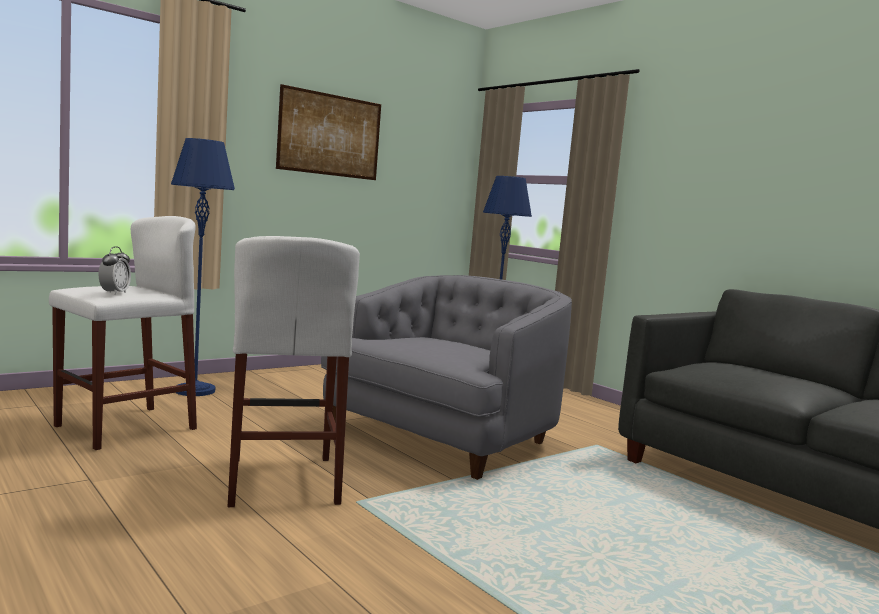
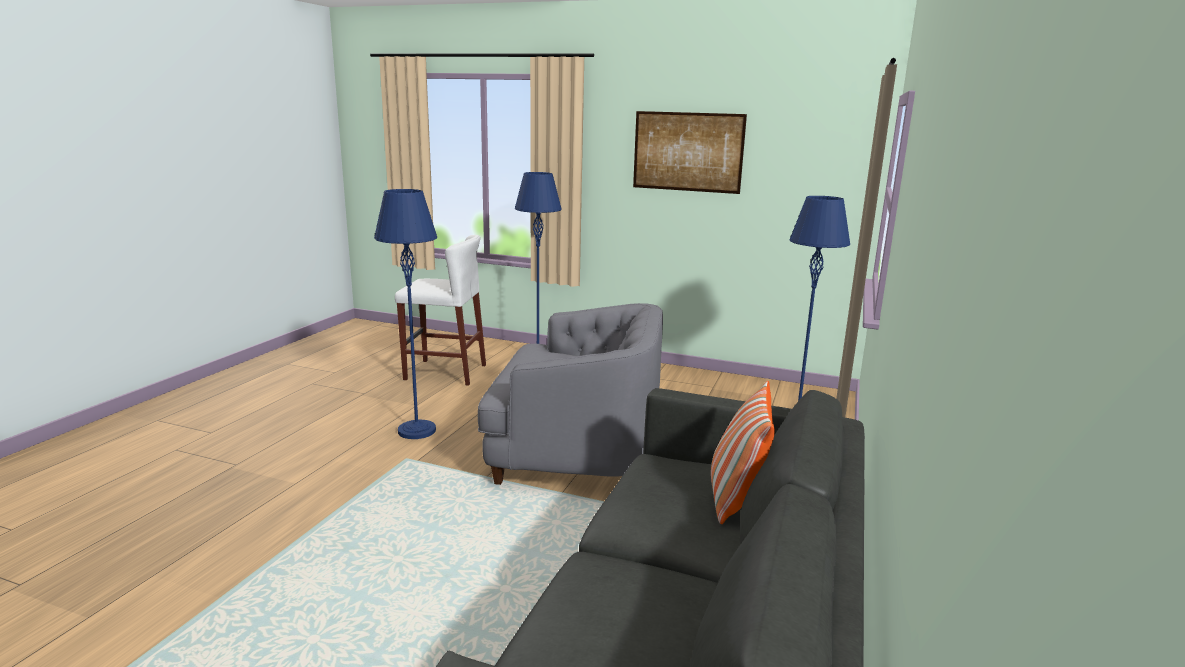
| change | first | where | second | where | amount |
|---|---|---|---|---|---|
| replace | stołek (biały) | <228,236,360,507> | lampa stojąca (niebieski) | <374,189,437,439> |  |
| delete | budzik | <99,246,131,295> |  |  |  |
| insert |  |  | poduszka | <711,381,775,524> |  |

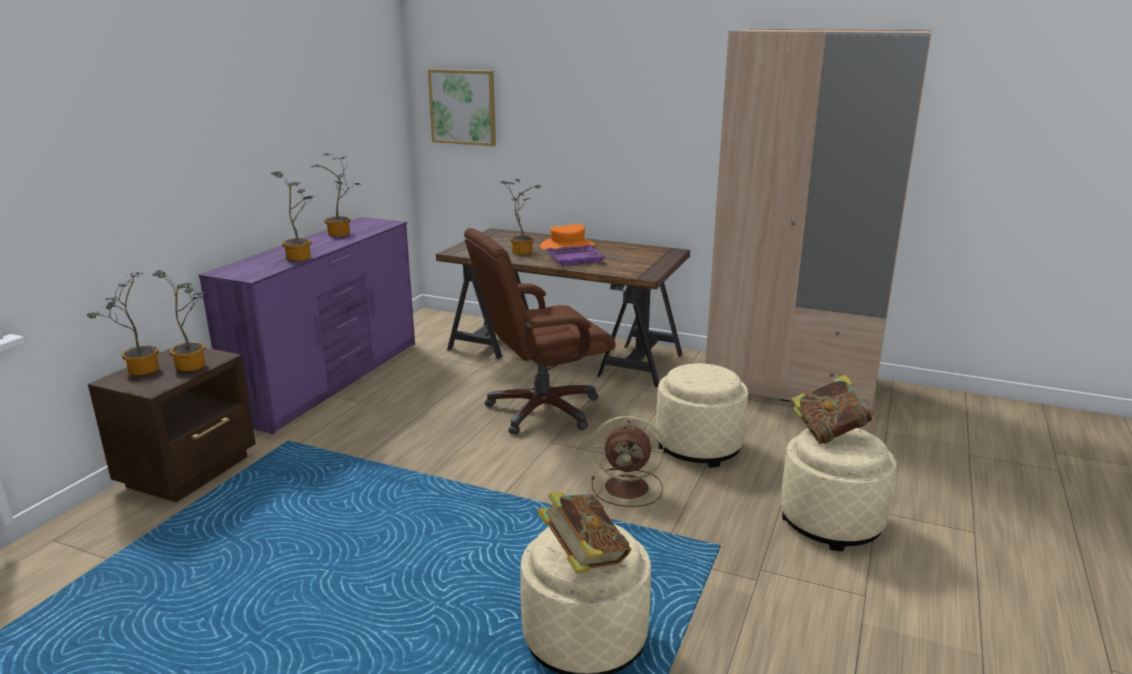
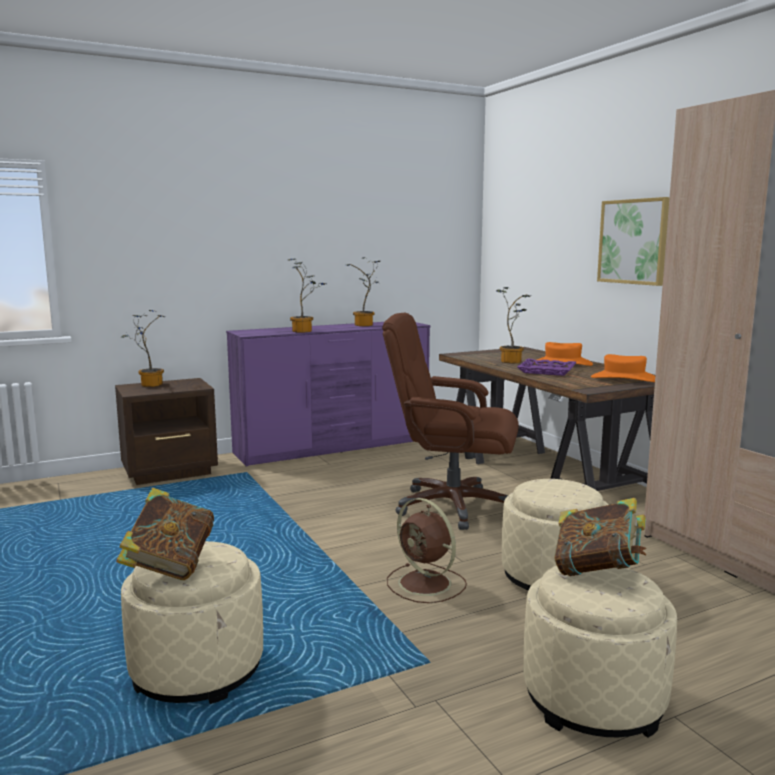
| change | first | where | second | where | amount |
|---|---|---|---|---|---|
| move | obraz | <428,69,496,146> |  | <597,197,670,286> |  |
| delete | roślina doniczkowa | <152,270,205,372> |  |  |  |
| insert |  |  | kapelusz (pomarańczowy) | <591,354,655,382> |  |

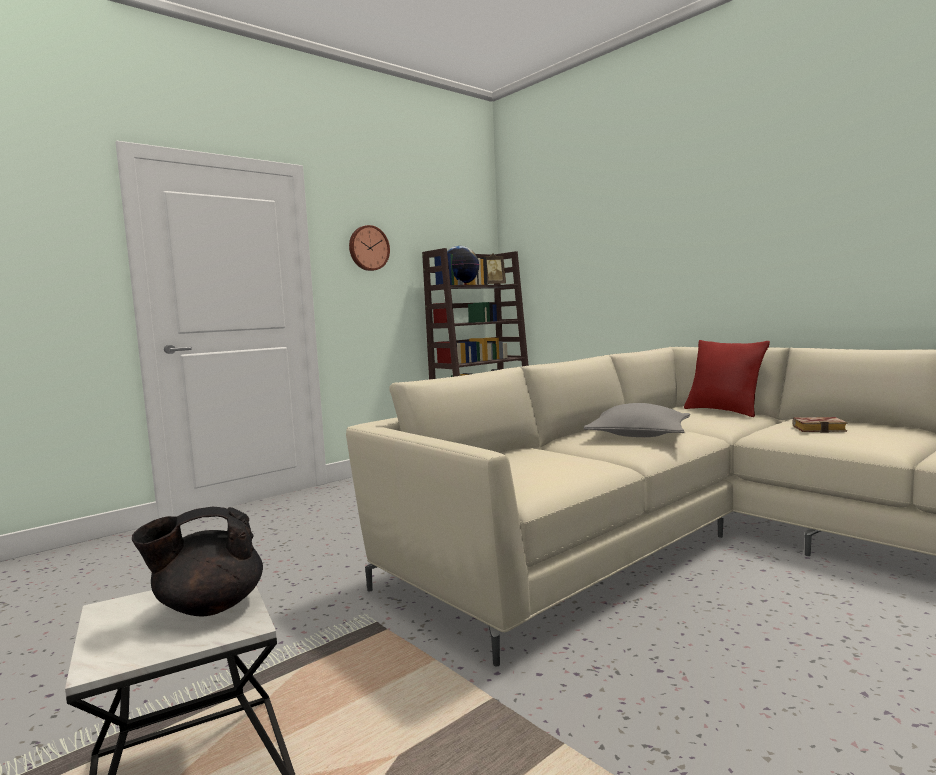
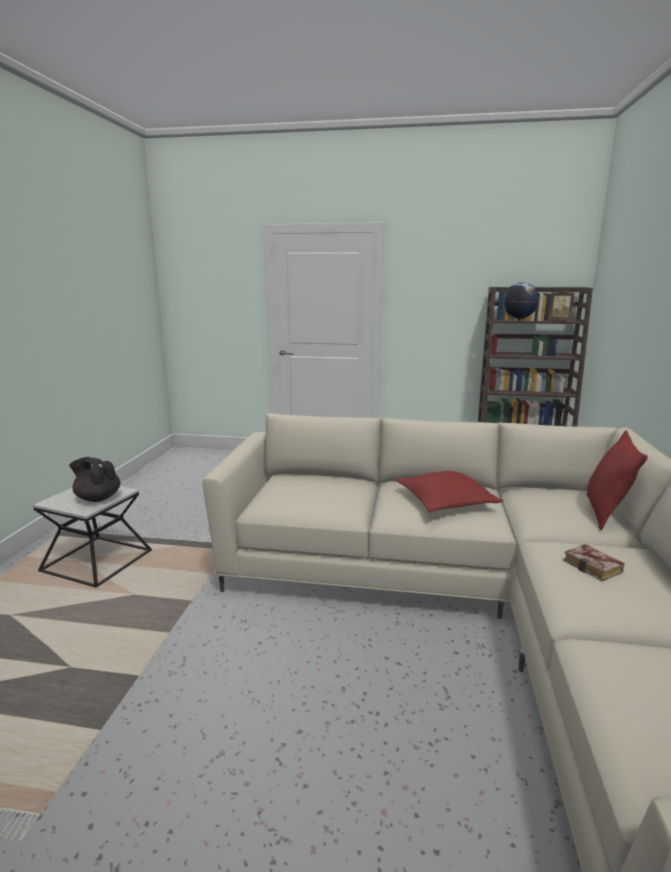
| change | first | where | second | where | amount |
|---|---|---|---|---|---|
| delete | zegar ścienny | <349,225,390,271> |  |  |  |
| recolor | poduszka (szary) | <584,403,690,437> | poduszka (czerwony) | <396,471,503,512> |  |

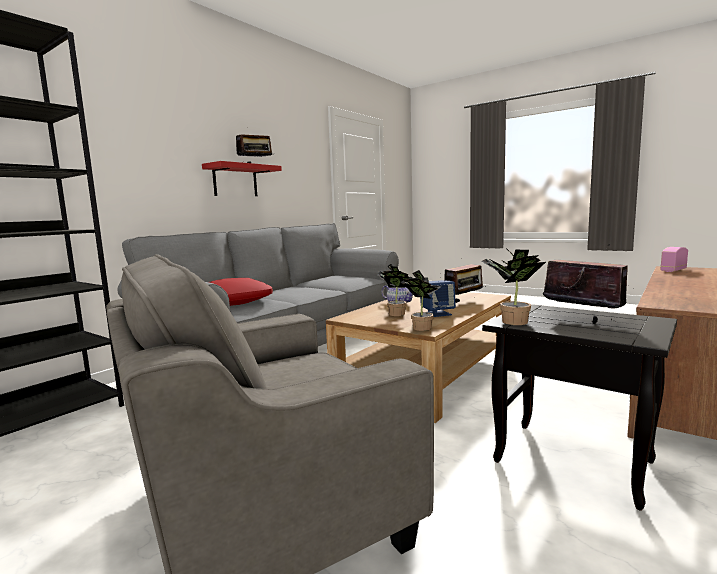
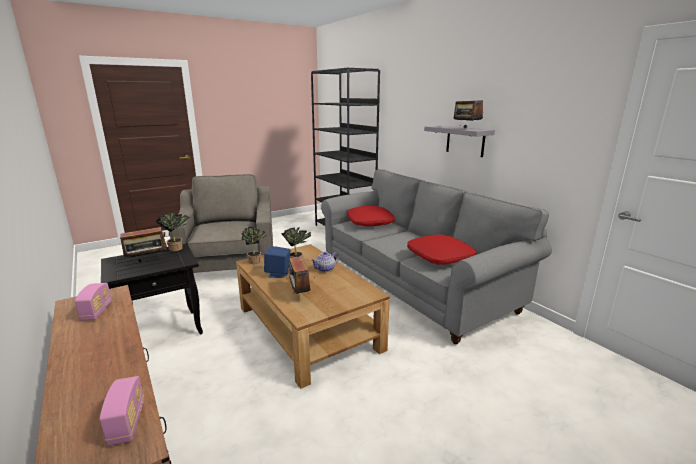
| change | first | where | second | where | amount |
|---|---|---|---|---|---|
| recolor | półka (czerwony) | <202,161,282,196> | półka (szary) | <424,125,495,157> |  |
| insert |  |  | poduszka (czerwony) | <407,234,476,265> |  |
| insert |  |  | radio | <75,283,112,321> |  |

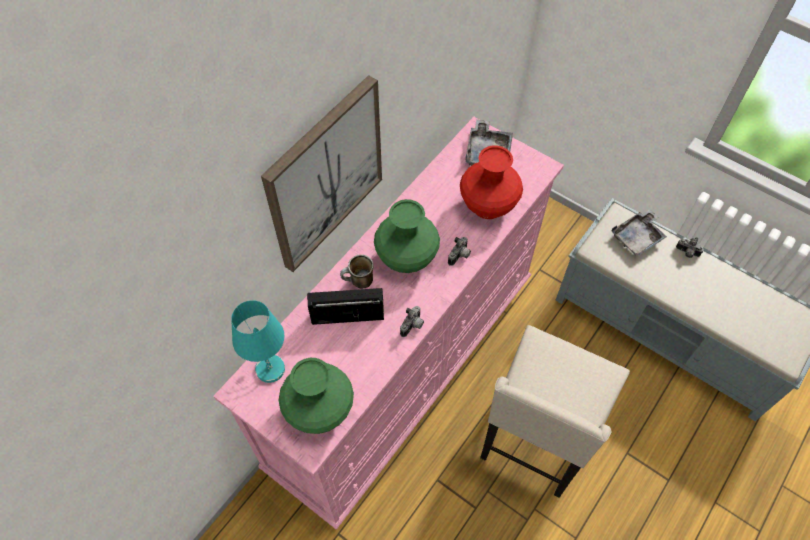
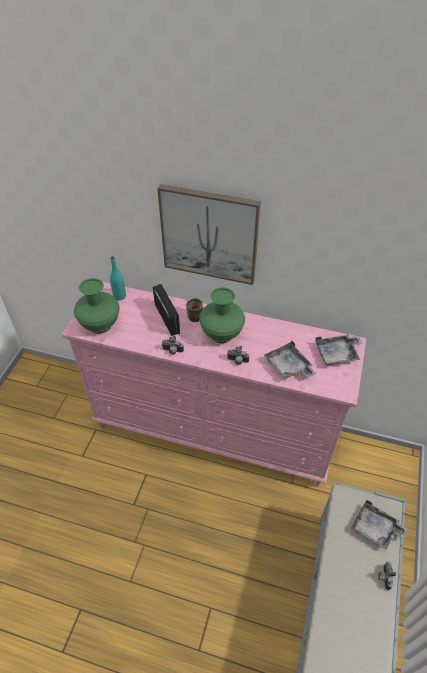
| change | first | where | second | where | amount |
|---|---|---|---|---|---|
| replace | wazon (czerwony) | <460,145,523,219> | taca (szary) | <264,340,316,379> |  |
| replace | lampa stołowa (turkusowy) | <231,300,285,383> | butelka (turkusowy) | <110,256,126,300> |  |
| delete | krzesło (beżowy) | <480,325,630,498> |  |  |  |

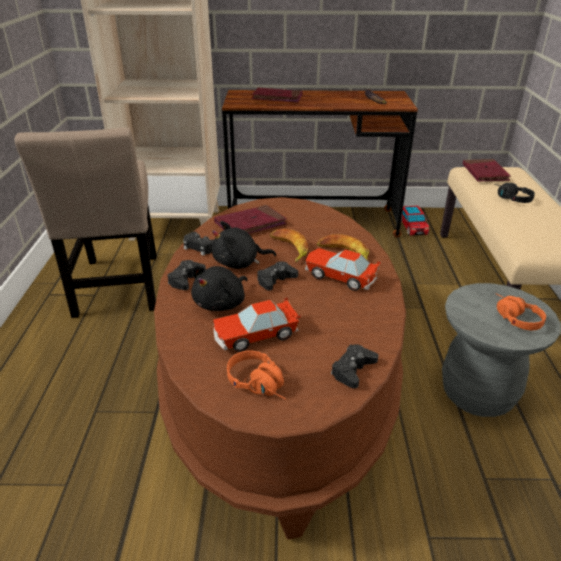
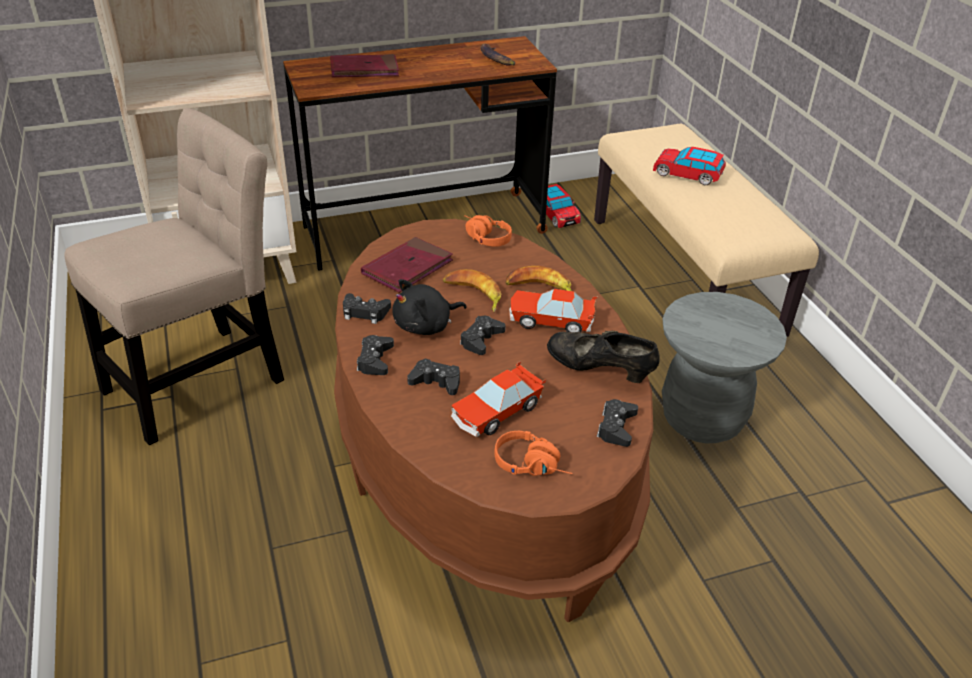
| change | first | where | second | where | amount |
|---|---|---|---|---|---|
| rotate | krzesło (beżowy) | <15,127,157,318> |  | <64,108,284,445> | 105 degrees counterclockwise |
| delete | książka (czerwony) | <463,159,511,182> |  |  |  |
| replace | słuchawki (czarny) | <494,183,535,203> | samochodzik | <653,147,726,185> |  |
| replace | pluszak (czarny) | <191,266,247,311> | pad do gier (czarny) | <407,358,460,395> |  |
| move | słuchawki (pomarańczowy) | <495,293,546,330> |  | <464,215,512,247> |  |
| insert |  |  | but (czarny) | <547,331,660,383> |  |

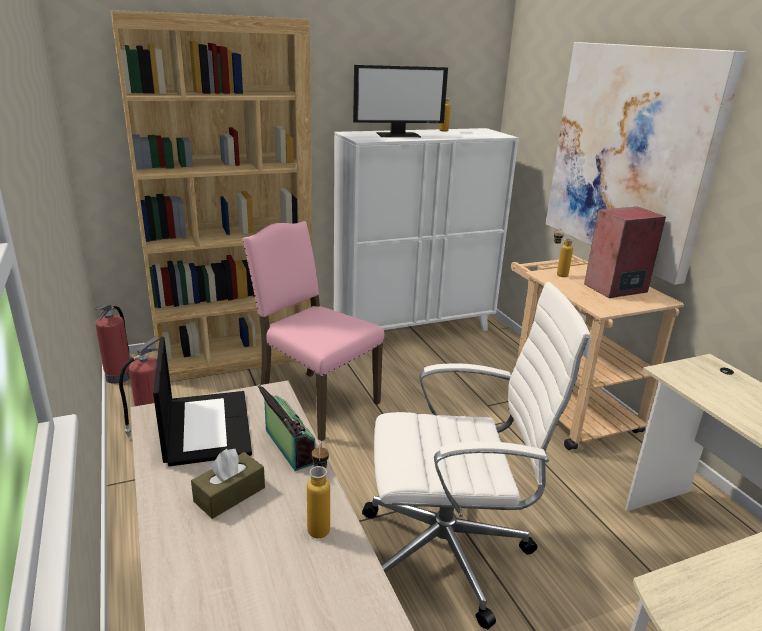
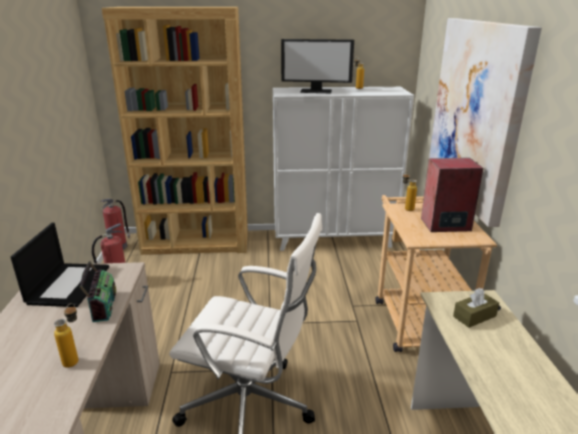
| change | first | where | second | where | amount |
|---|---|---|---|---|---|
| delete | krzesło (różowy) | <242,221,385,441> |  |  |  |
| move | pudełko chusteczek (brązowy) | <191,449,265,519> |  | <453,288,499,328> |  |

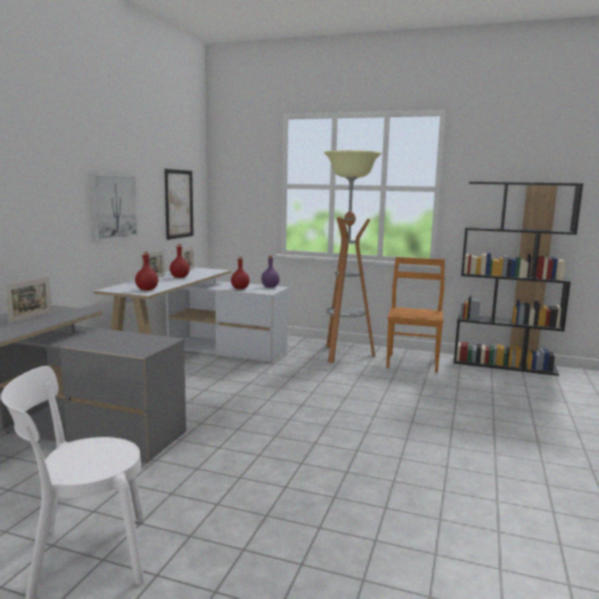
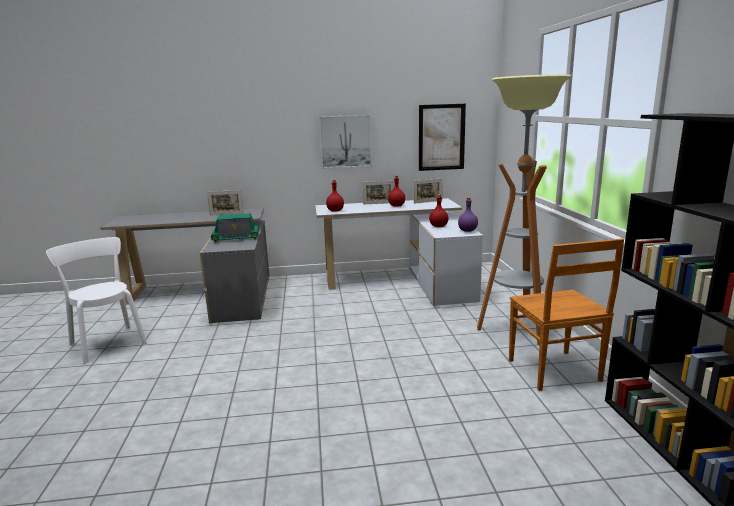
| change | first | where | second | where | amount |
|---|---|---|---|---|---|
| rotate | krzesło (brązowy) | <386,257,445,373> |  | <509,239,624,391> | 90 degrees clockwise |
| insert |  |  | radio | <211,213,259,242> |  |

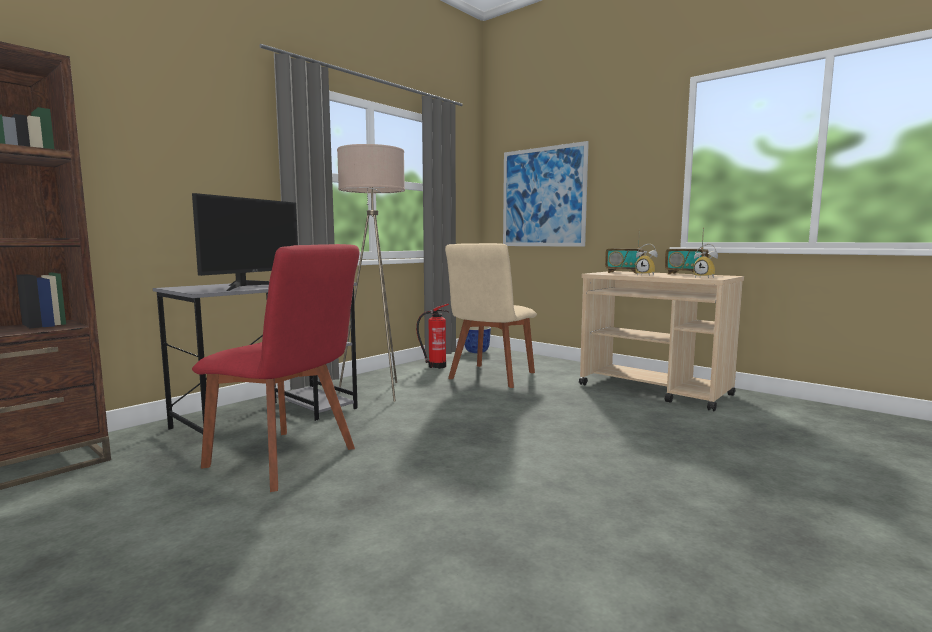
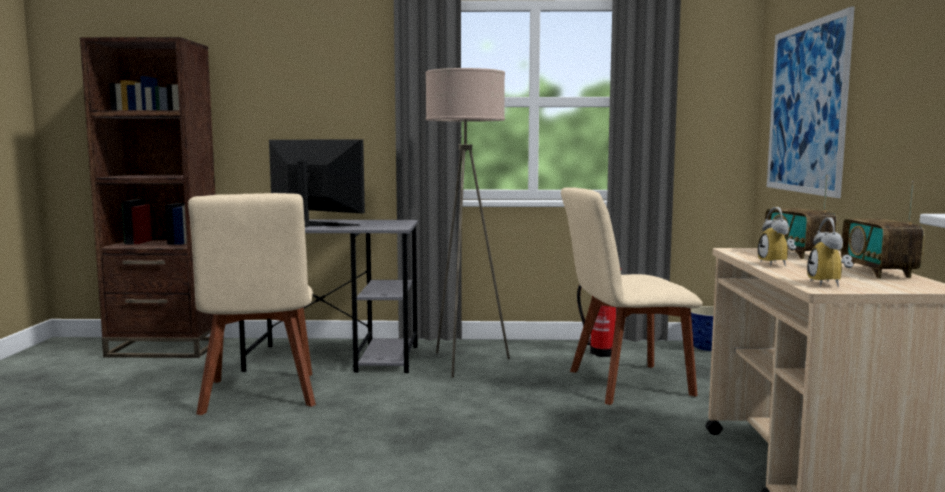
| change | first | where | second | where | amount |
|---|---|---|---|---|---|
| rotate | monitor | <192,193,298,291> |  | <269,139,365,227> | 135 degrees counterclockwise |
| recolor | krzesło (czerwony) | <192,244,360,492> | krzesło (beżowy) | <188,193,316,415> |  |

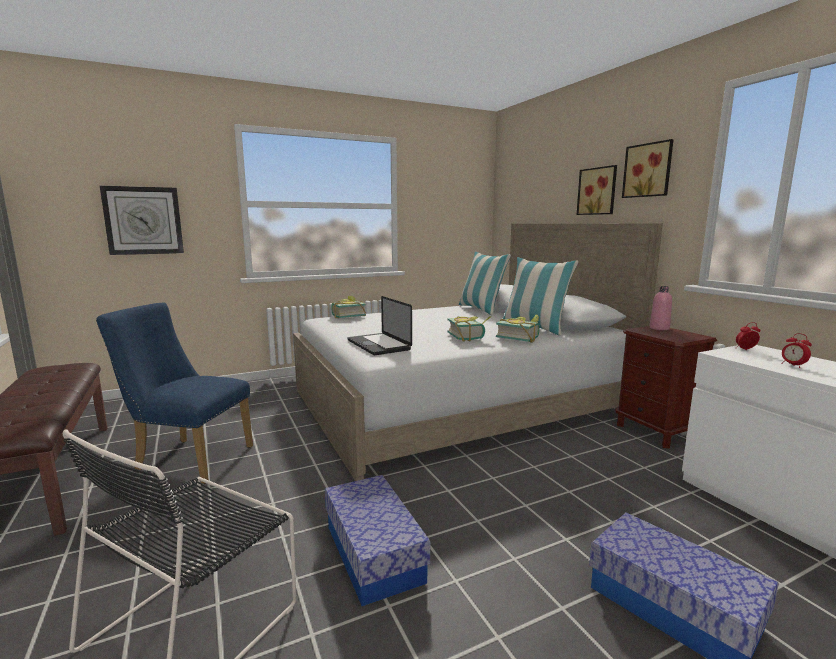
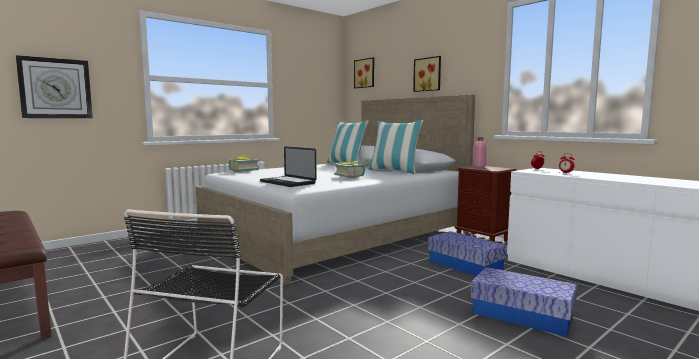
| change | first | where | second | where | amount |
|---|---|---|---|---|---|
| move | obraz | <622,139,674,198> |  | <354,57,374,88> |  |
| delete | krzesło (niebieski) | <96,303,253,484> |  |  |  |
| delete | książka | <496,314,540,343> |  |  |  |
| move | pojemnik do przechowywania | <325,475,430,606> |  | <428,231,507,276> |  |

